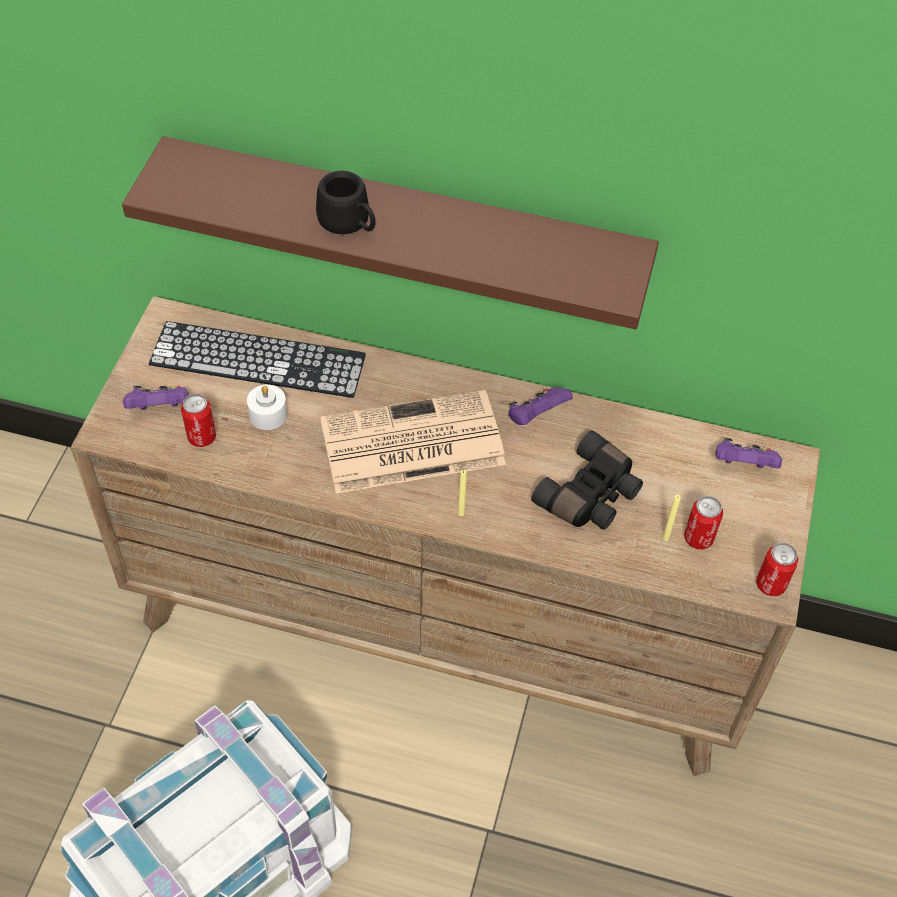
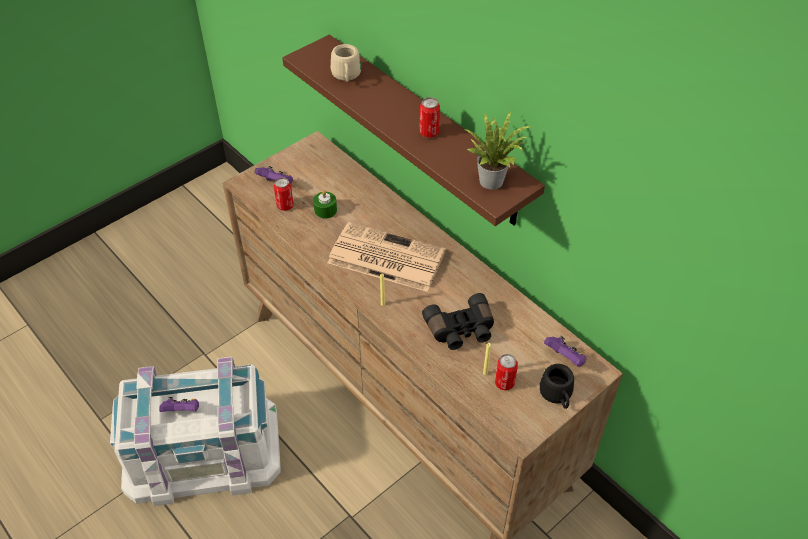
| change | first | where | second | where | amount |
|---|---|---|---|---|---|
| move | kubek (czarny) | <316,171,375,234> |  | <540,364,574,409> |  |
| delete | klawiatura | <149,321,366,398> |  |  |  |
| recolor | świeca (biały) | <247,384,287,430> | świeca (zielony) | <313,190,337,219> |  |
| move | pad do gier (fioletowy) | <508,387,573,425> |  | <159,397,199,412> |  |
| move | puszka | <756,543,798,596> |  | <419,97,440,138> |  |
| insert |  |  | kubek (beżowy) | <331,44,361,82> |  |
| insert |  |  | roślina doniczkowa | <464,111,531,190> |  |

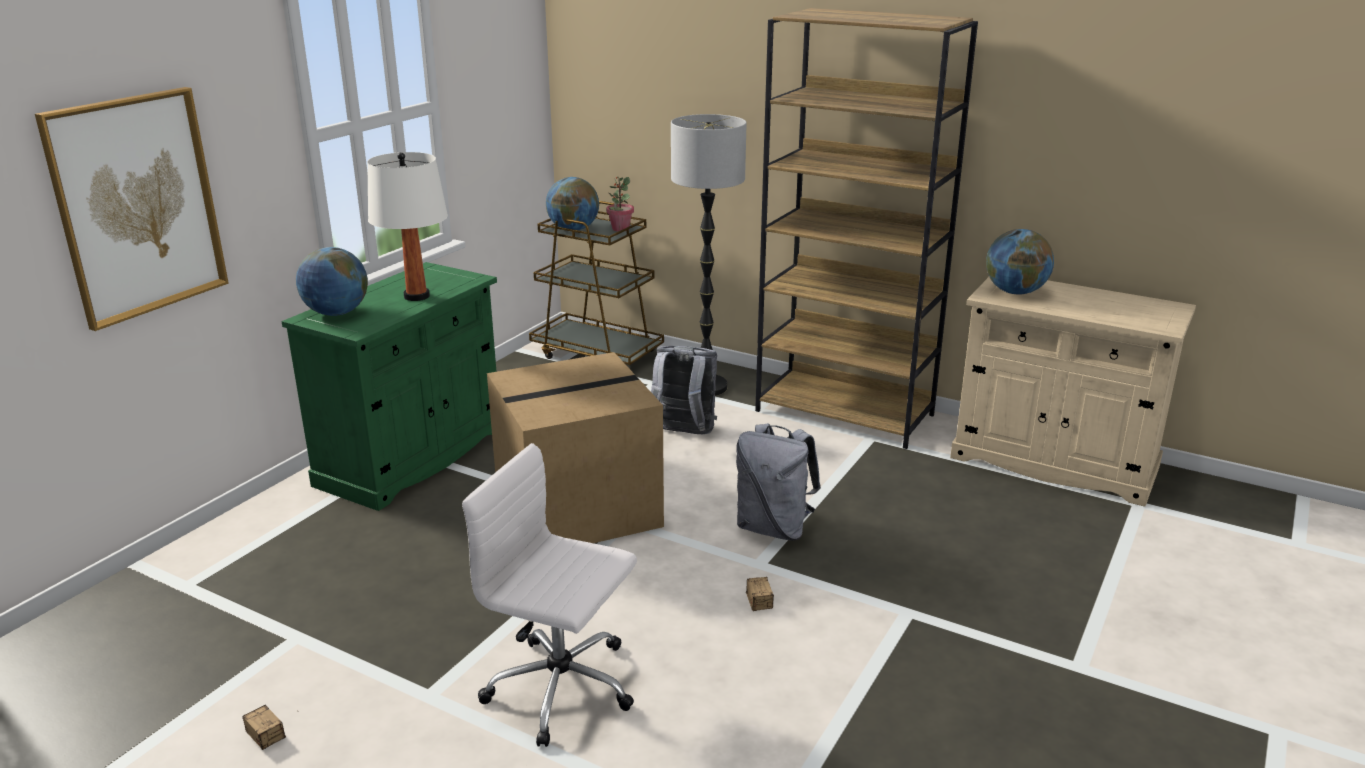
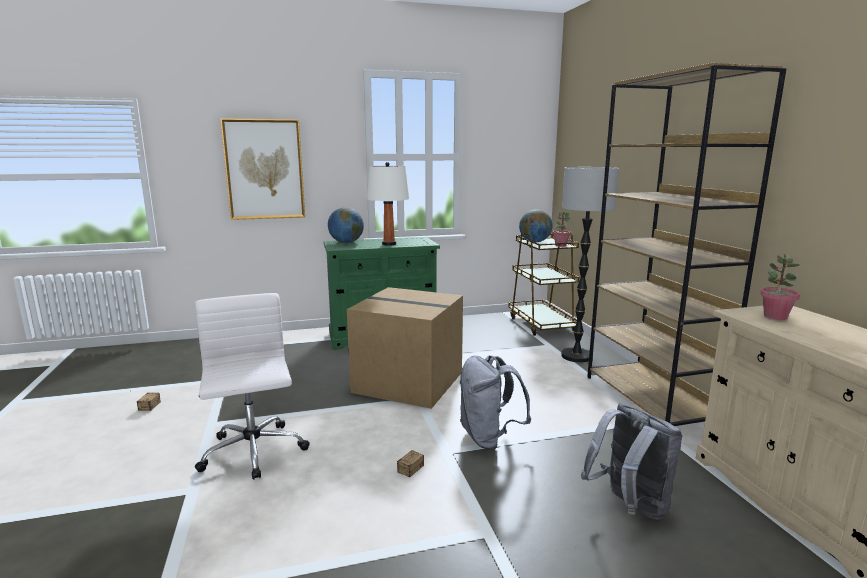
| change | first | where | second | where | amount |
|---|---|---|---|---|---|
| replace | globus | <986,229,1054,295> | roślina doniczkowa | <760,254,800,320> |  |
| move | plecak (szary) | <651,346,717,434> |  | <581,404,683,519> |  |

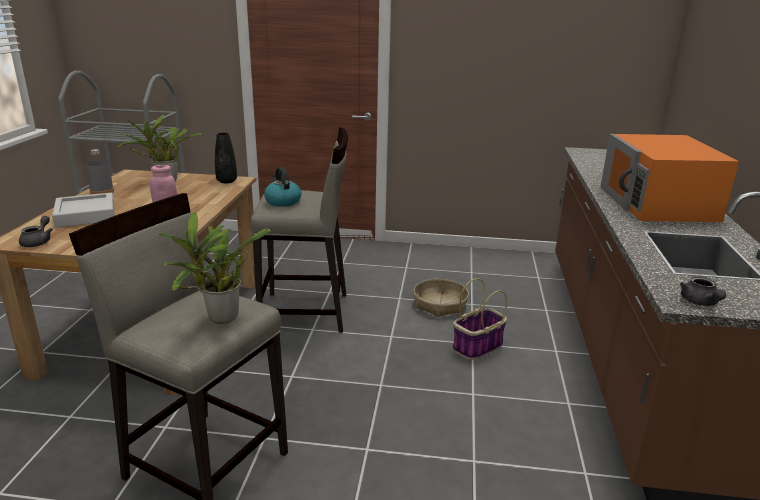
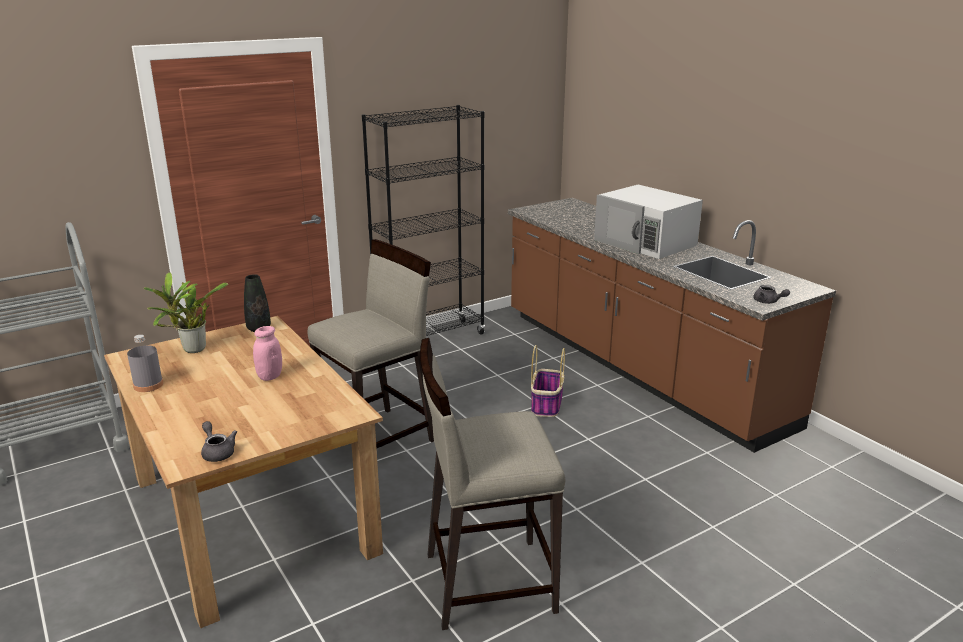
| change | first | where | second | where | amount |
|---|---|---|---|---|---|
| recolor | mikrofalówka (pomarańczowy) | <600,134,739,222> | mikrofalówka (biały) | <594,185,703,259> |  |
| delete | czajnik | <264,167,301,207> |  |  |  |
| delete | taca (szary) | <52,193,115,228> |  |  |  |
| delete | roślina doniczkowa | <159,212,271,324> |  |  |  |
| delete | koszyk | <413,279,469,317> |  |  |  |
| insert |  |  | regał (czarny) | <362,105,485,336> |  |

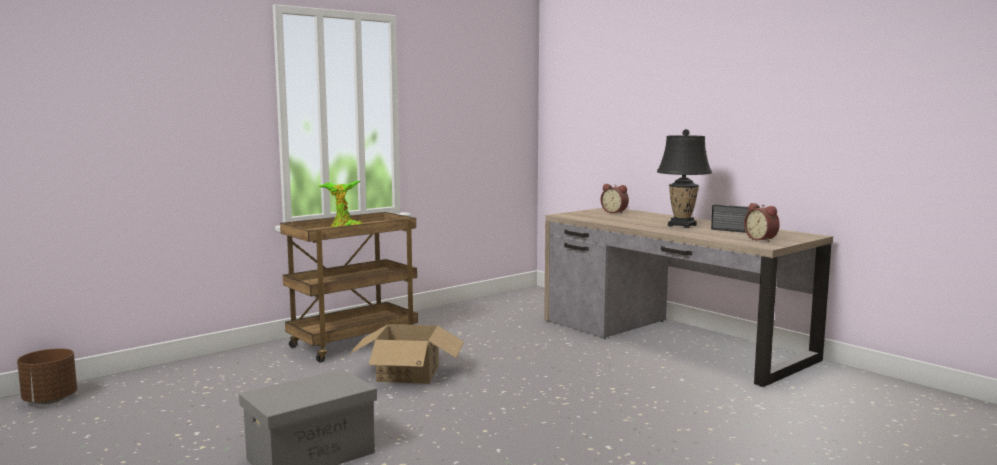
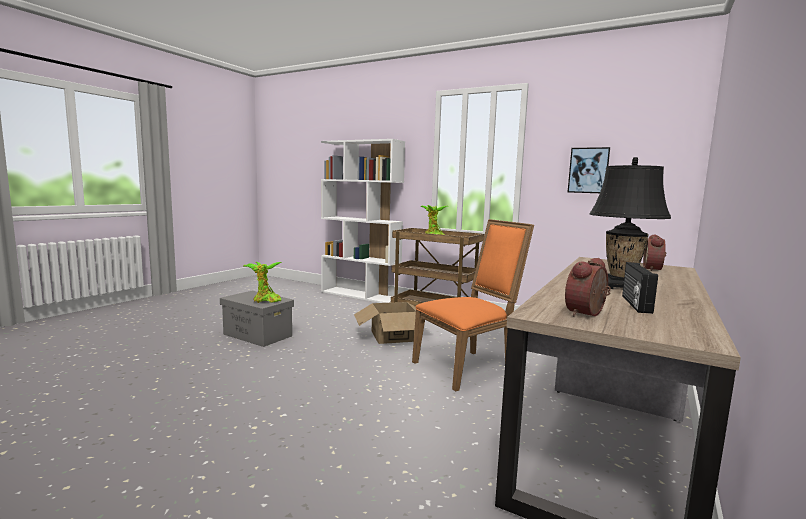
| change | first | where | second | where | amount |
|---|---|---|---|---|---|
| delete | donica (brązowy) | <17,348,77,404> |  |  |  |
| insert |  |  | regał (biały) | <321,139,405,303> |  |
| insert |  |  | obraz | <568,147,610,193> |  |
| insert |  |  | krzesło (pomarańczowy) | <412,219,534,391> |  |
| insert |  |  | roślina doniczkowa | <244,262,282,303> |  |

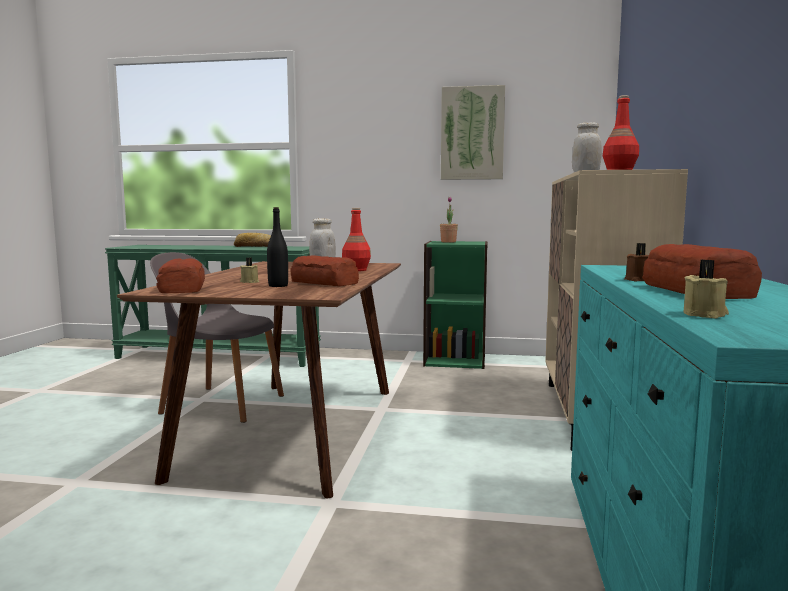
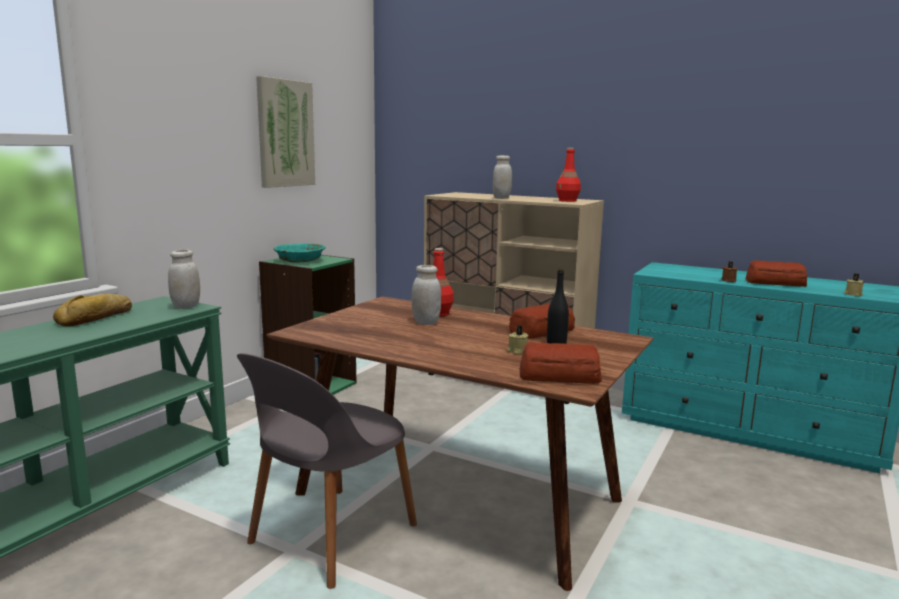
| change | first | where | second | where | amount |
|---|---|---|---|---|---|
| replace | roślina doniczkowa | <440,197,458,243> | miska (turkusowy) | <274,243,326,262> |  |
| insert |  |  | słoik (biały) | <168,249,200,309> |  |

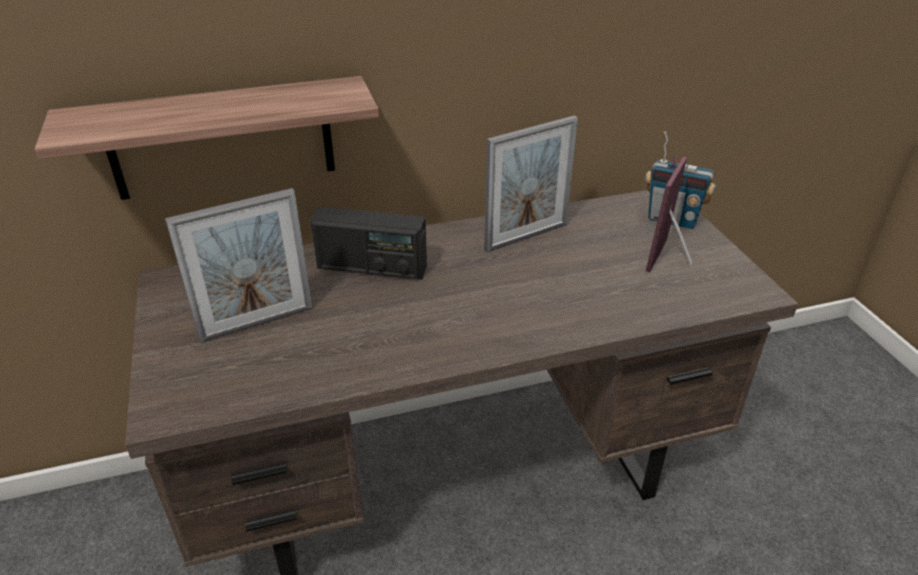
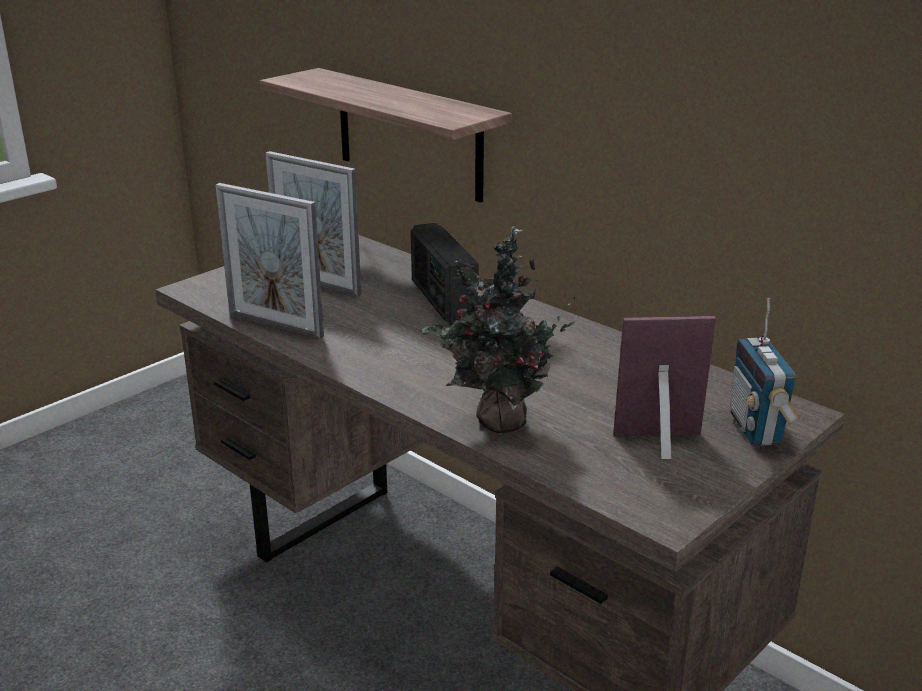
| change | first | where | second | where | amount |
|---|---|---|---|---|---|
| move | ramka na zdjęcie | <484,115,578,252> |  | <215,183,324,339> |  |
| insert |  |  | roślina doniczkowa | <422,226,575,434> |  |

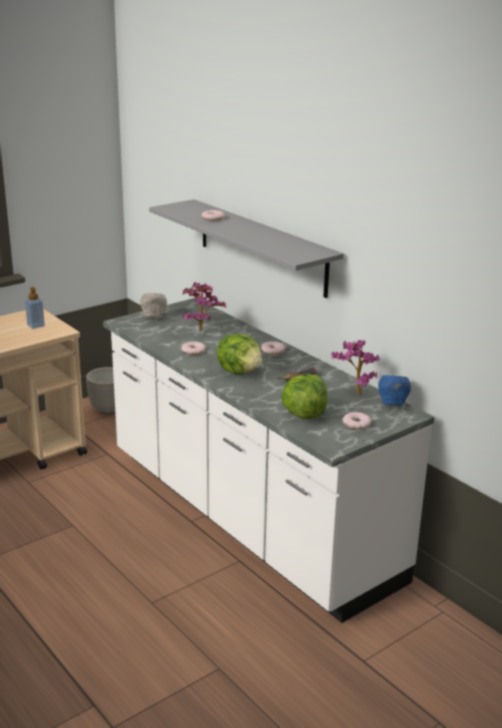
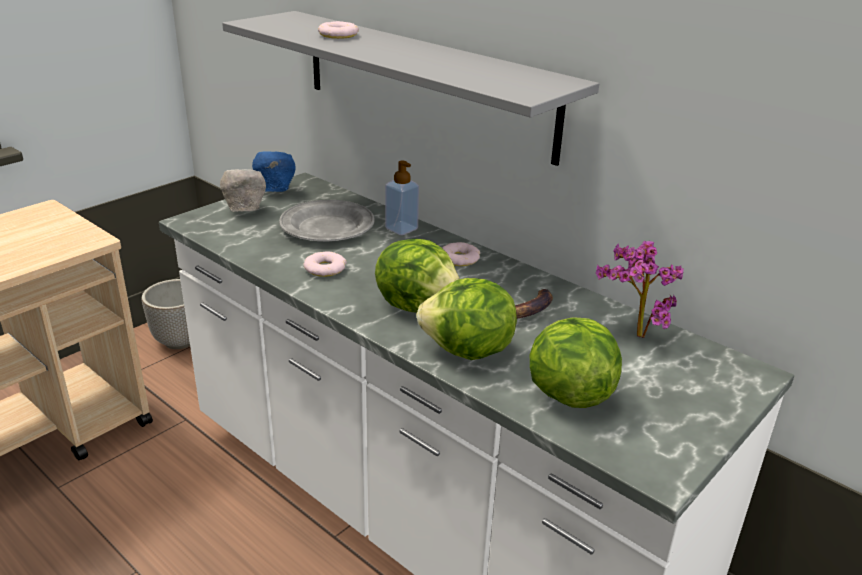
| change | first | where | second | where | amount |
|---|---|---|---|---|---|
| replace | roślina doniczkowa | <182,282,226,331> | talerz (szary) | <279,200,374,242> |  |
| move | dozownik mydła | <25,287,45,329> |  | <385,160,419,235> |  |
| move | miska (niebieski) | <378,375,411,406> |  | <252,151,296,192> |  |
| delete | donut | <342,412,371,429> |  |  |  |
| insert |  |  | sałata | <416,278,517,360> |  |

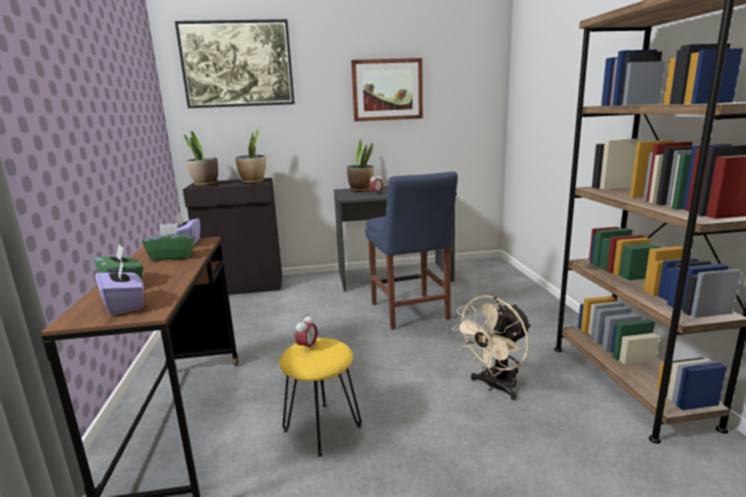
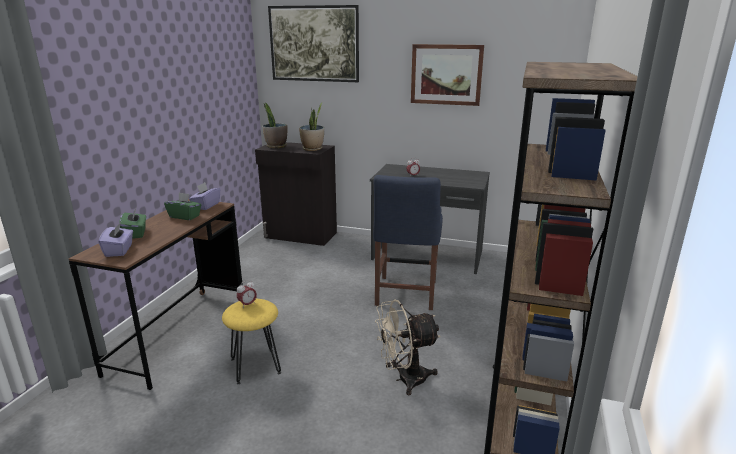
| change | first | where | second | where | amount |
|---|---|---|---|---|---|
| delete | roślina doniczkowa | <347,139,374,192> |  |  |  |

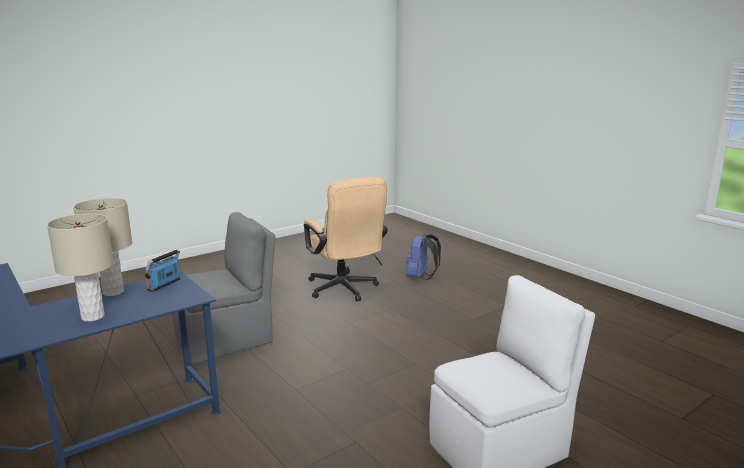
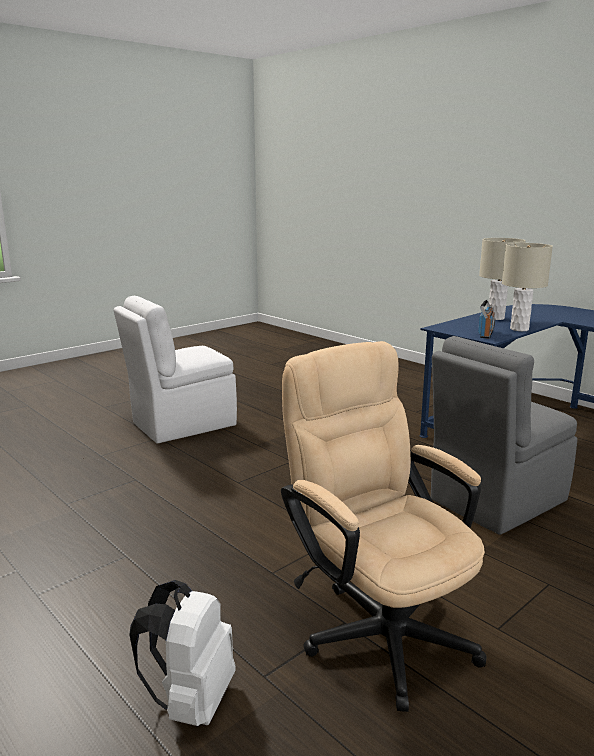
| change | first | where | second | where | amount |
|---|---|---|---|---|---|
| recolor | plecak (niebieski) | <406,234,441,280> | plecak (biały) | <129,580,236,726> |  |

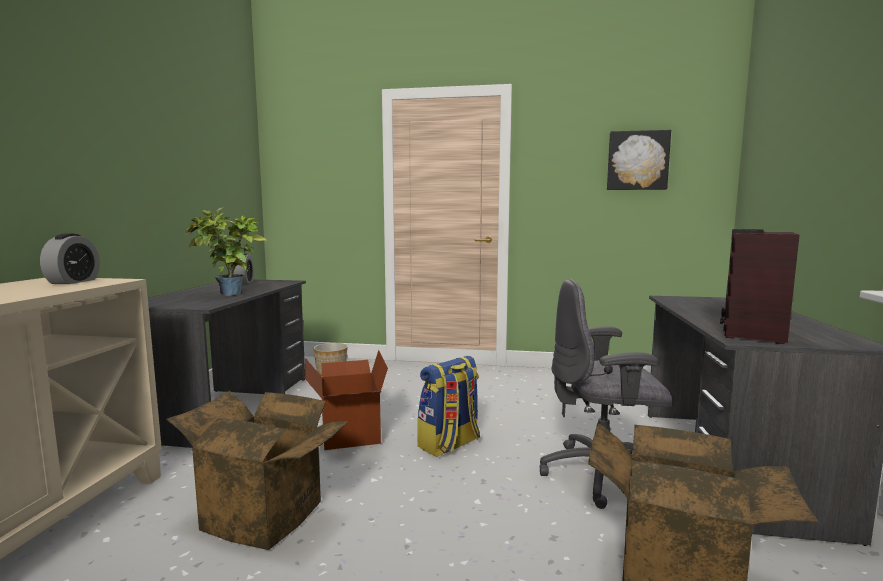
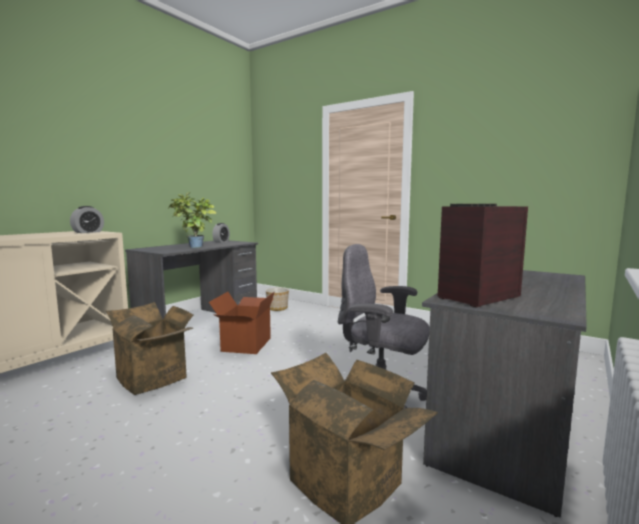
| change | first | where | second | where | amount |
|---|---|---|---|---|---|
| delete | obraz | <607,130,671,190> |  |  |  |
| delete | plecak | <417,356,480,457> |  |  |  |

